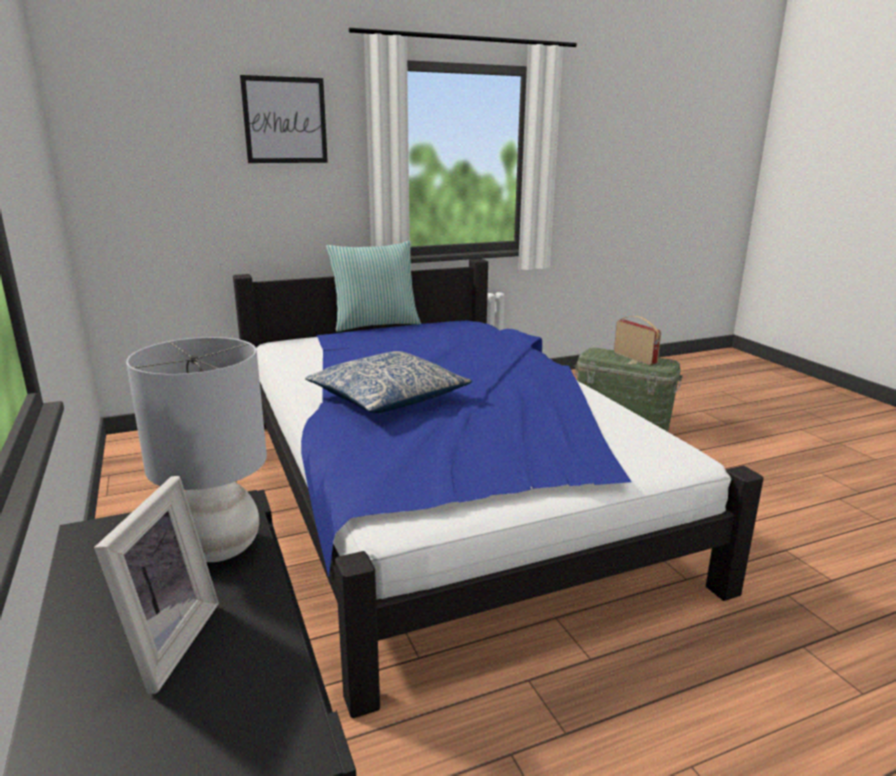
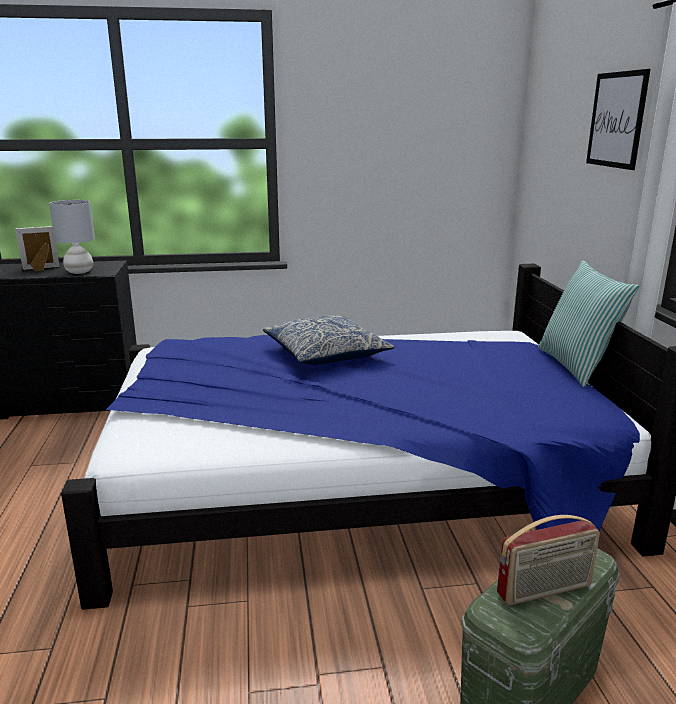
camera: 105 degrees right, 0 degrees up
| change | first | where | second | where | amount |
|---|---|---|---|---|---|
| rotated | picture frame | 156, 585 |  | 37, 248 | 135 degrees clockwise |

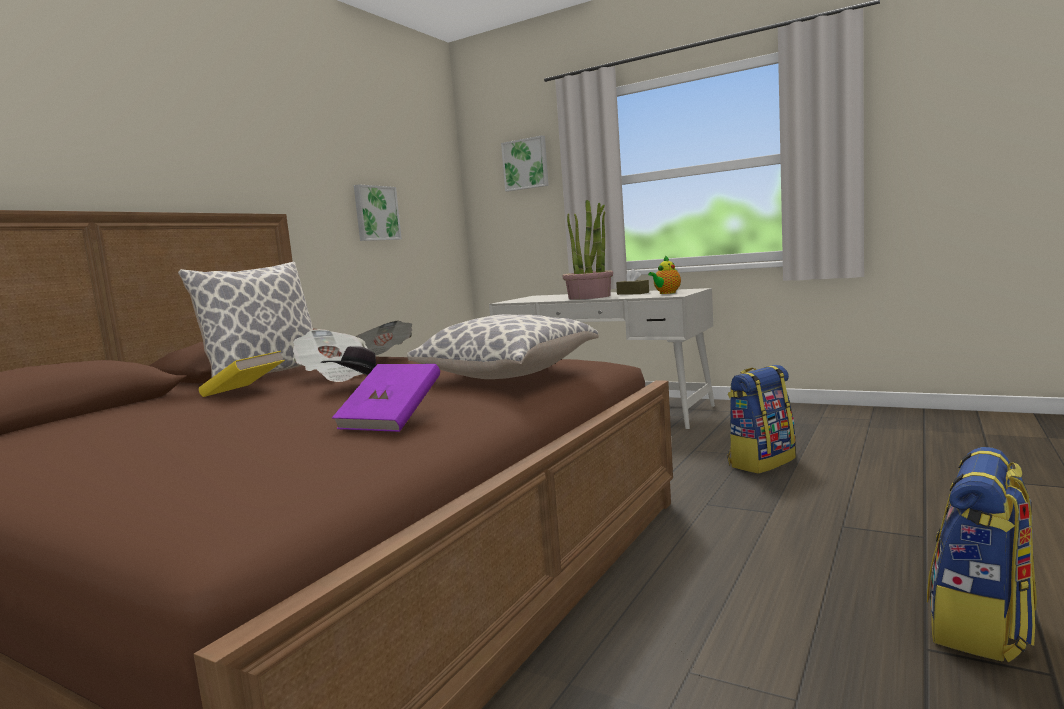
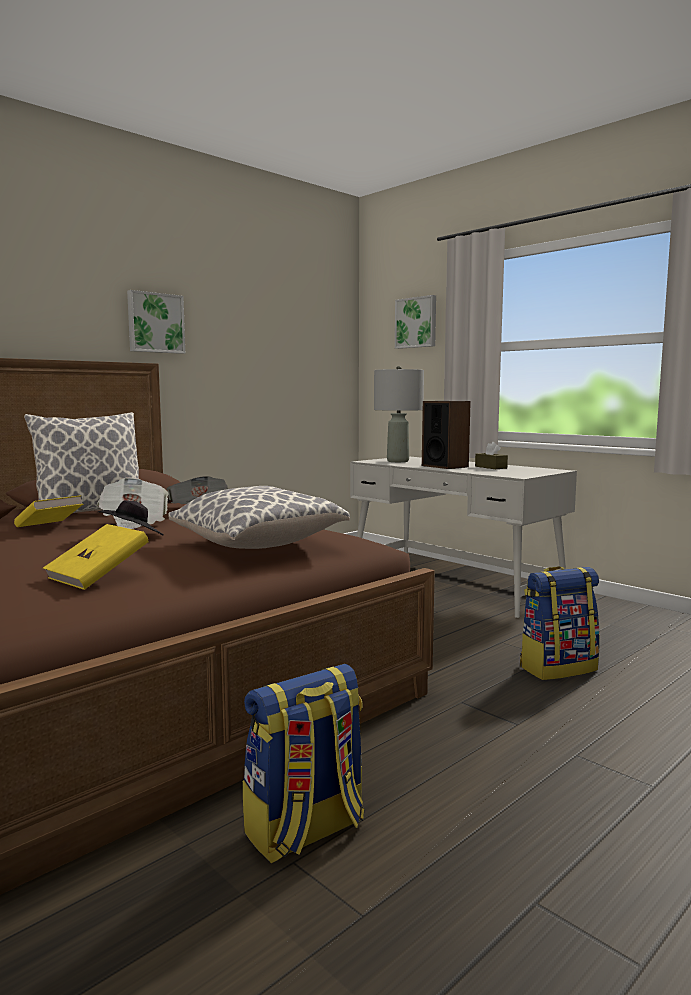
camera: 15 degrees right, 0 degrees up
| change | first | where | second | where | amount |
|---|---|---|---|---|---|
| repainted | book/purplish | 386, 398 | book/yellow-coloured | 95, 557 |  |
| shifted | picture | 378, 212 |  | 156, 322 |  |
| shifted | backpack | 982, 554 |  | 304, 763 |  |
| new |  |  | tabletop lamp/greyish | 399, 414 |  |
| swapped | potted plant | 588, 250 | loudspeaker | 446, 435 |  |
| gone | teapot | 664, 274 |  |  |  |

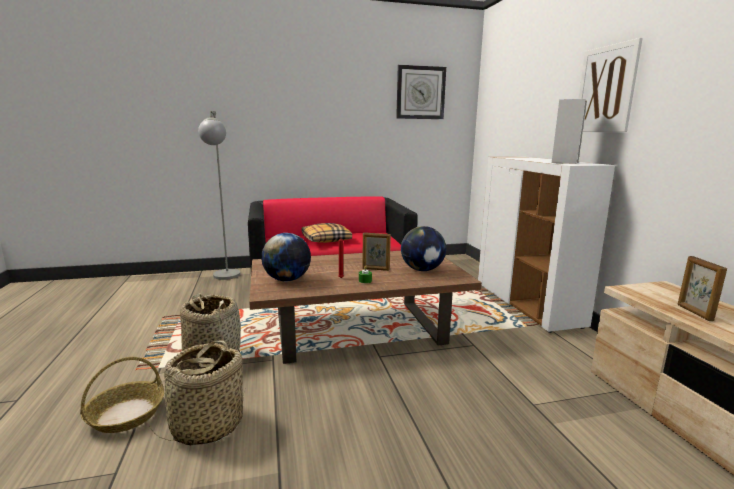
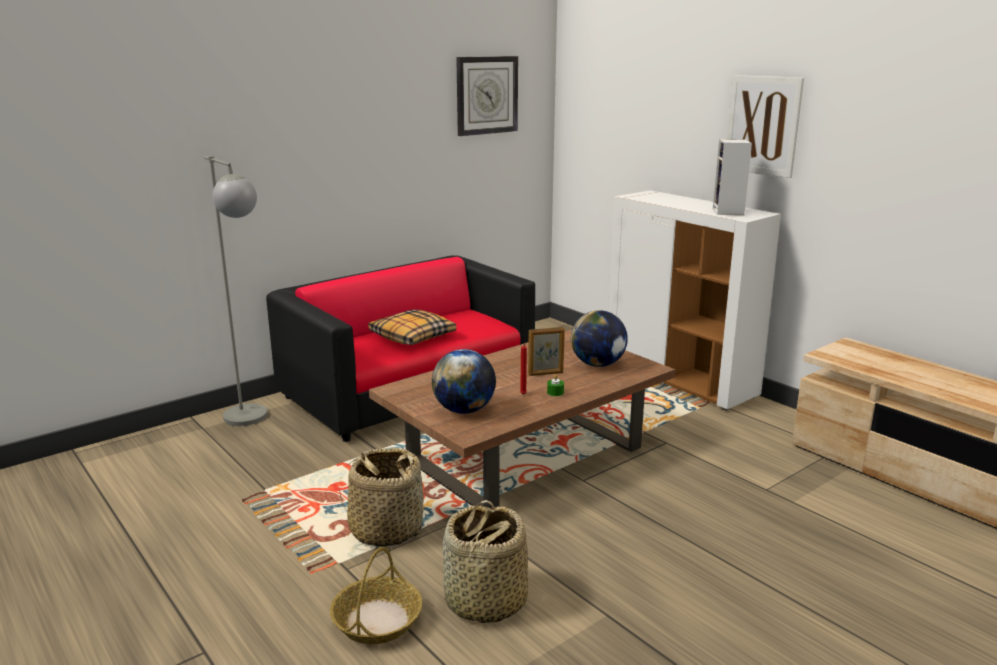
camera: 25 degrees left, 5 degrees up
| change | first | where | second | where | amount |
|---|---|---|---|---|---|
| gone | picture frame | 702, 288 |  |  |  |

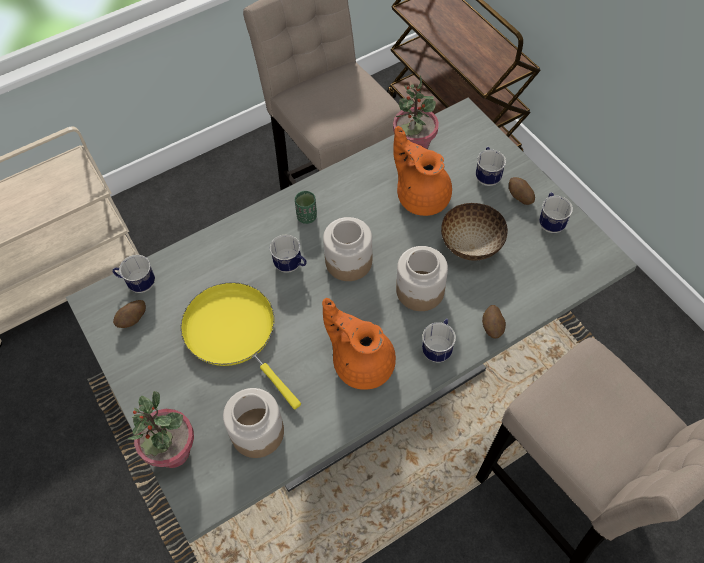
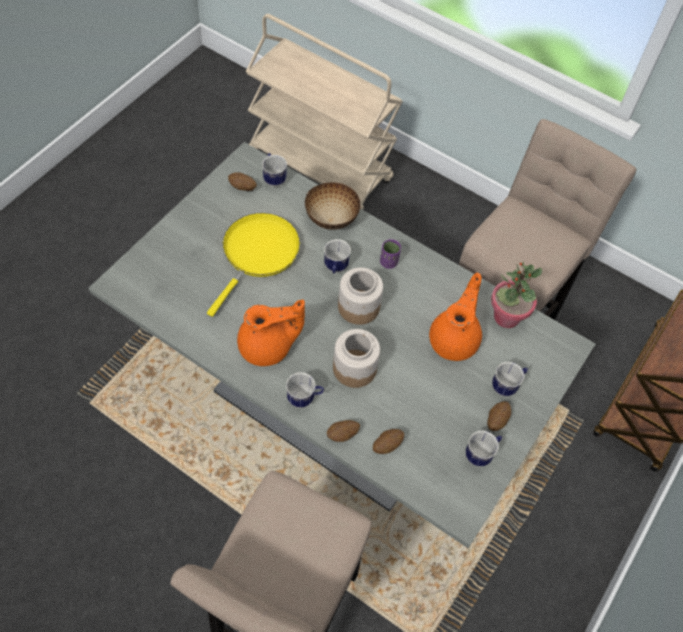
camera: 60 degrees right, 0 degrees up
| change | first | where | second | where | amount |
|---|---|---|---|---|---|
| rotated | teapot/orange | 359, 344 |  | 271, 333 | 60 degrees clockwise |
| shifted | serving bowl | 474, 232 |  | 333, 206 |  |
| new |  |  | whole potato | 388, 441 |  |
| repainted | small cup/green | 306, 207 | small cup/purplish | 390, 254 |  |
| gone | potted plant | 161, 429 |  |  |  |
| gone | preserve jar | 253, 423 |  |  |  |

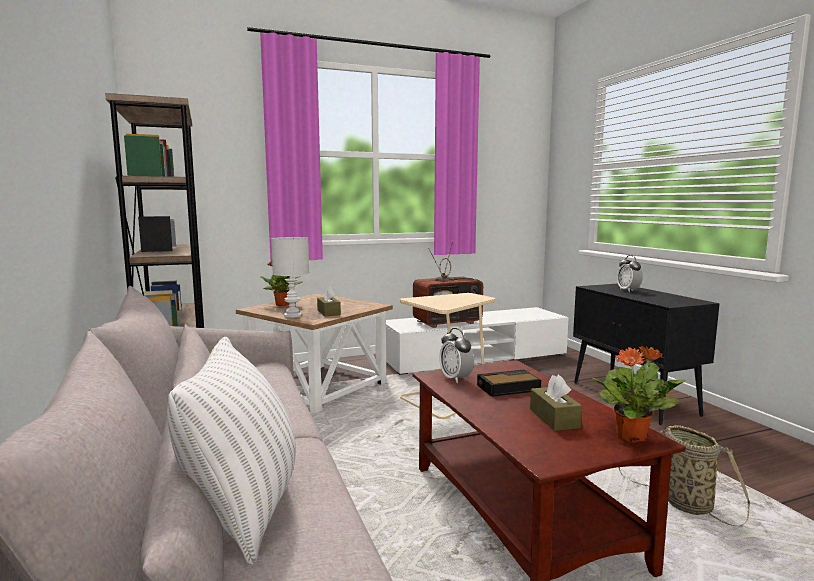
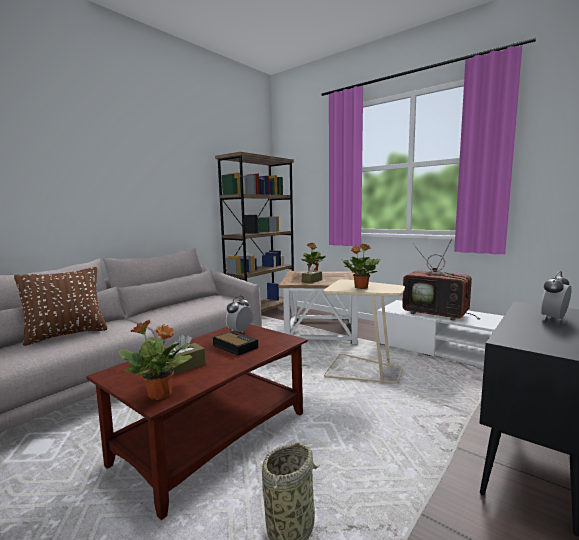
camera: 60 degrees right, 0 degrees up
| change | first | where | second | where | amount |
|---|---|---|---|---|---|
| repainted | cushion/white-coloured | 231, 451 | cushion/brown-coloured | 60, 306 |  |
| new |  |  | potted plant | 361, 266 |  |
| gone | tabletop lamp/white-coloured | 290, 277 |  |  |  |

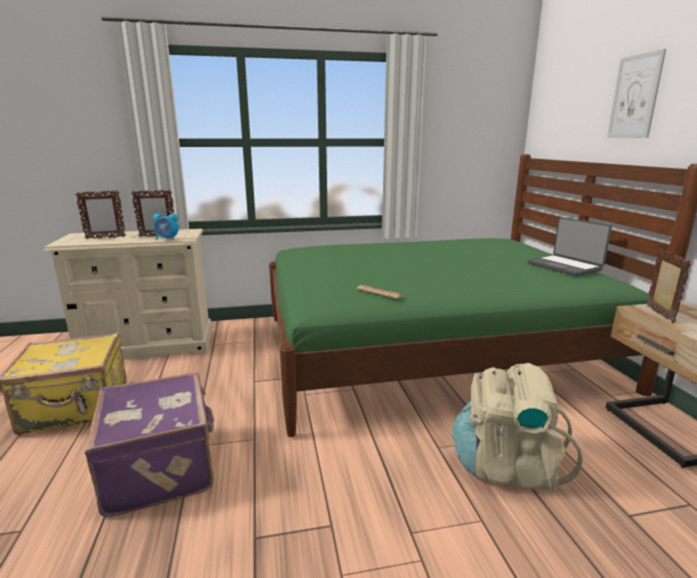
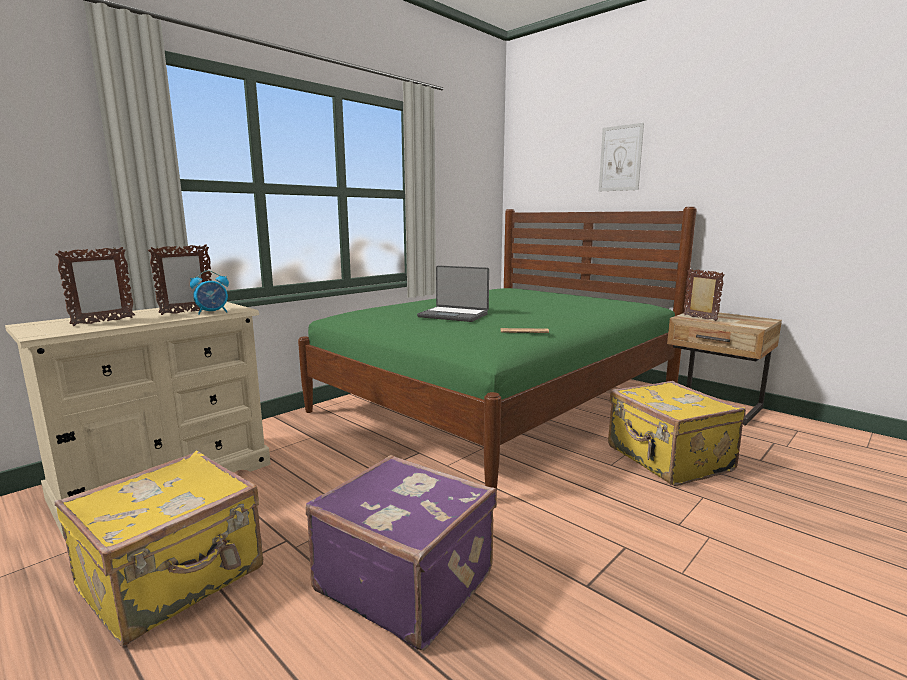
camera: 35 degrees left, 5 degrees down
| change | first | where | second | where | amount |
|---|---|---|---|---|---|
| shifted | laptop | 570, 247 |  | 453, 293 |  |
| swapped | backpack/beige-coloured | 517, 427 | suitcase/yellow-coloured | 677, 433 |  |

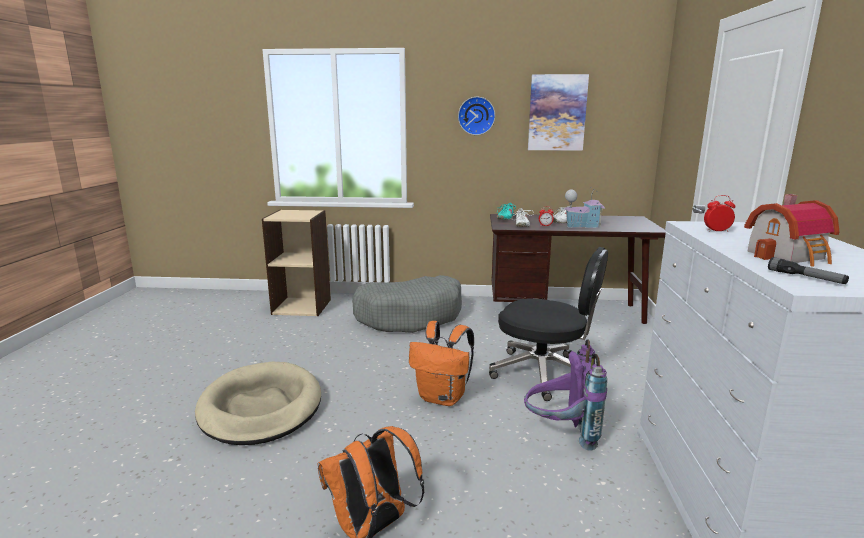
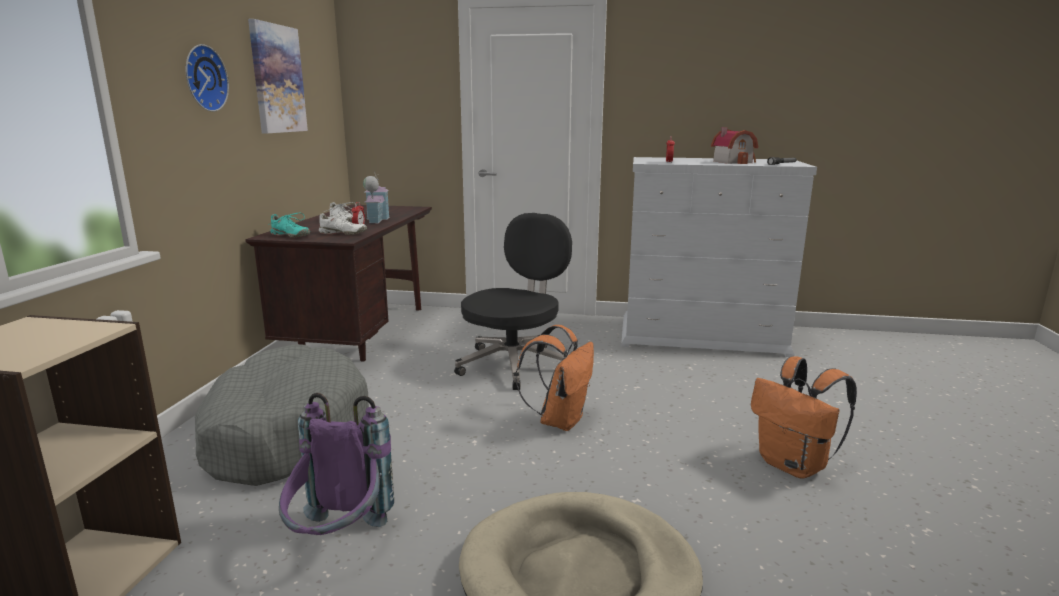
camera: 85 degrees left, 0 degrees up
| change | first | where | second | where | amount |
|---|---|---|---|---|---|
| shifted | backpack/purplish | 565, 395 |  | 336, 464 |  |

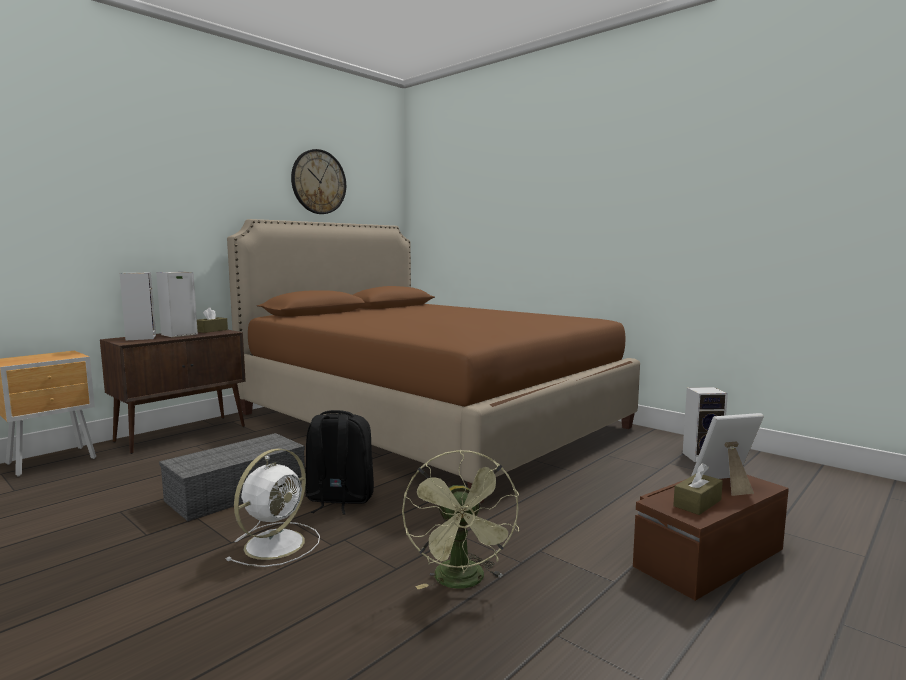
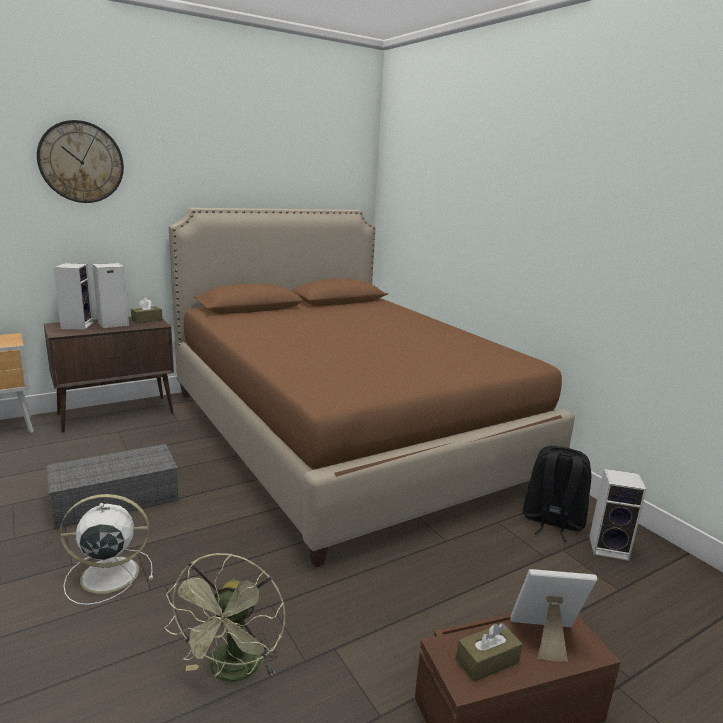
camera: 15 degrees right, 10 degrees up
| change | first | where | second | where | amount |
|---|---|---|---|---|---|
| shifted | clock on the wall | 318, 181 |  | 80, 161 |  |
| rotated | fan/white-coloured | 272, 507 |  | 106, 549 | 150 degrees counterclockwise |
| shifted | backpack/blackish | 339, 462 |  | 557, 494 |  |

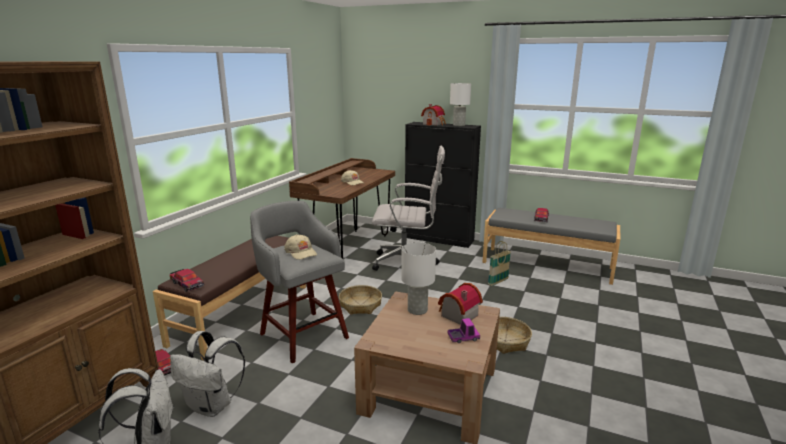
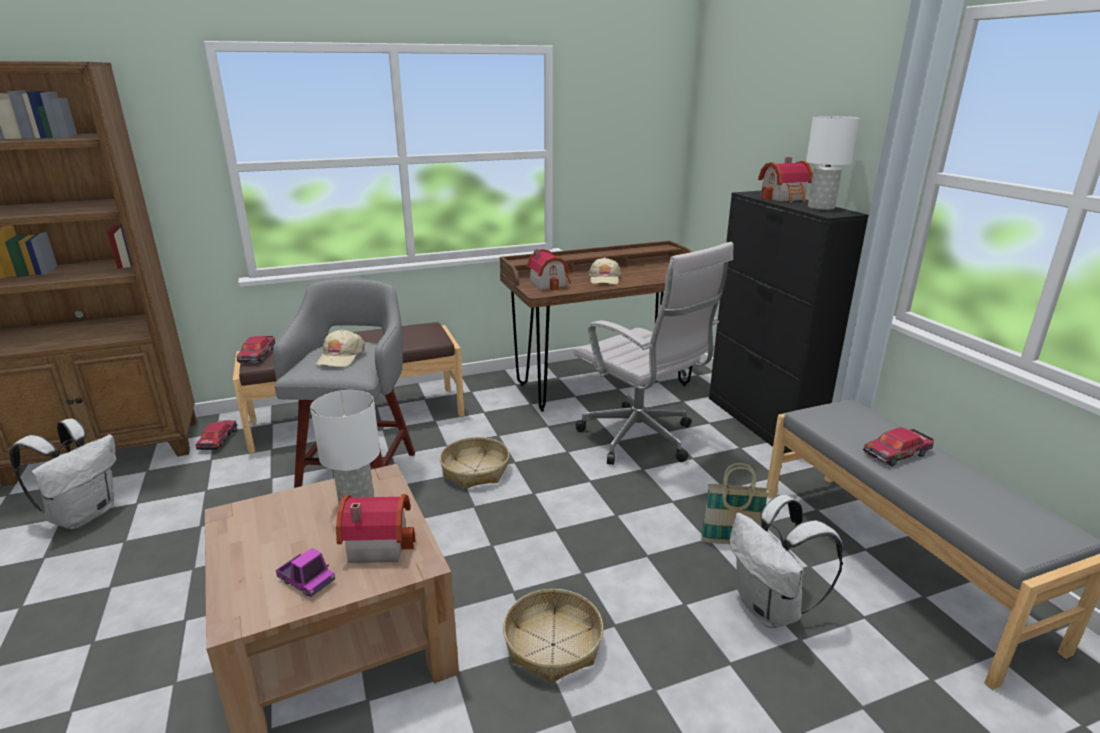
camera: 45 degrees right, 5 degrees up
| change | first | where | second | where | amount |
|---|---|---|---|---|---|
| new |  |  | toy house | 549, 270 |  |
| shifted | backpack/white-coloured | 207, 374 |  | 786, 561 |  |

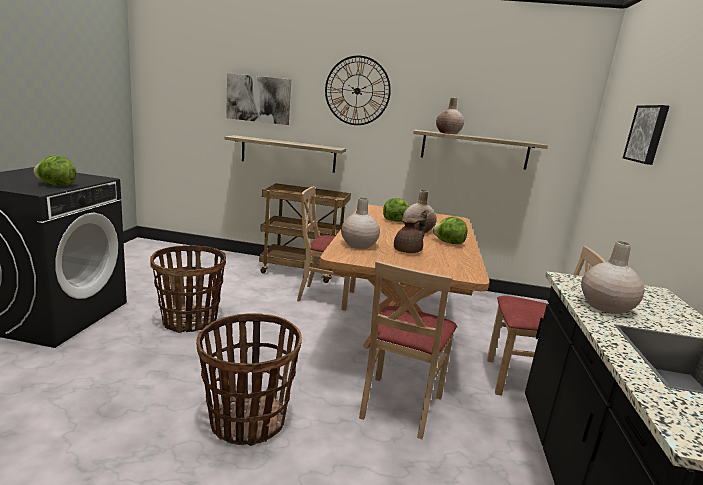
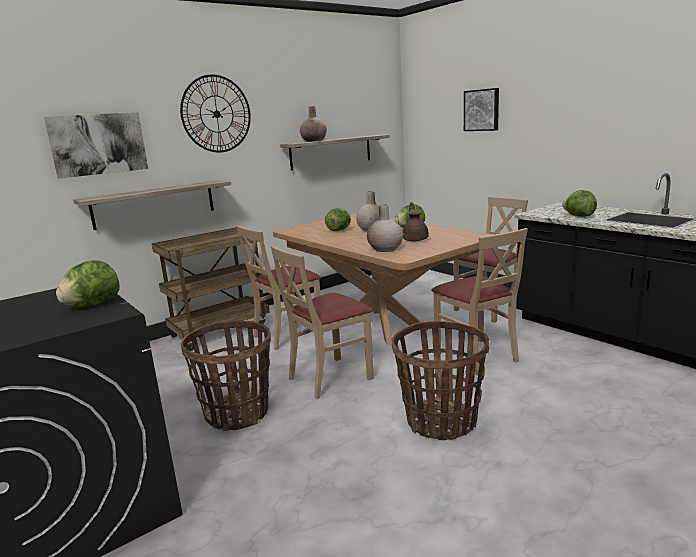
camera: 45 degrees left, 0 degrees up
| change | first | where | second | where | amount |
|---|---|---|---|---|---|
| new |  |  | chair/beige-coloured | 322, 322 |  |
| swapped | flower vase/beige-coloured | 612, 277 | head of lettuce | 579, 203 |  |

